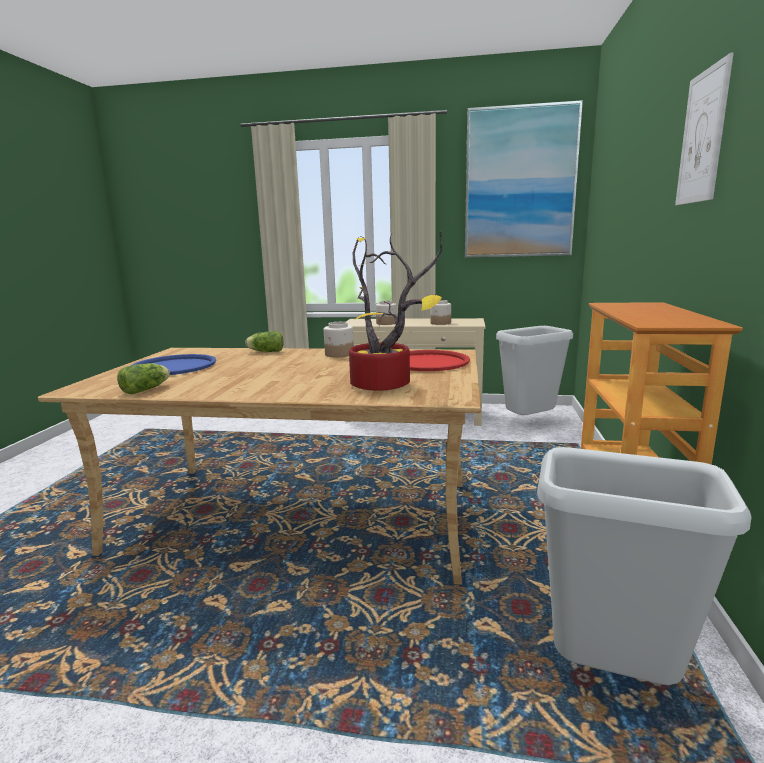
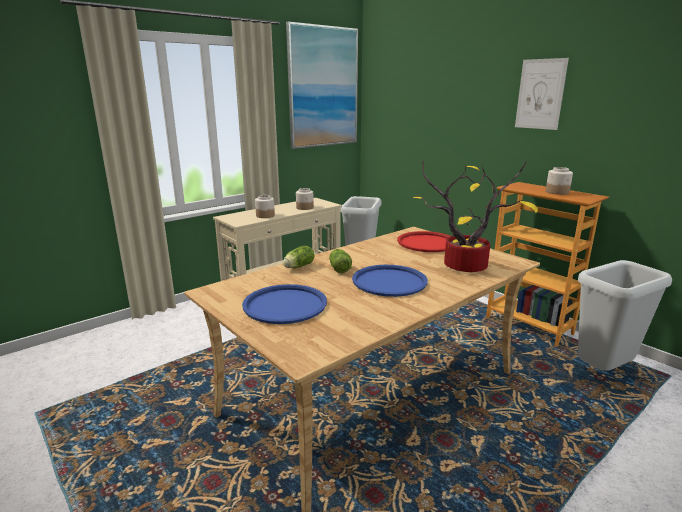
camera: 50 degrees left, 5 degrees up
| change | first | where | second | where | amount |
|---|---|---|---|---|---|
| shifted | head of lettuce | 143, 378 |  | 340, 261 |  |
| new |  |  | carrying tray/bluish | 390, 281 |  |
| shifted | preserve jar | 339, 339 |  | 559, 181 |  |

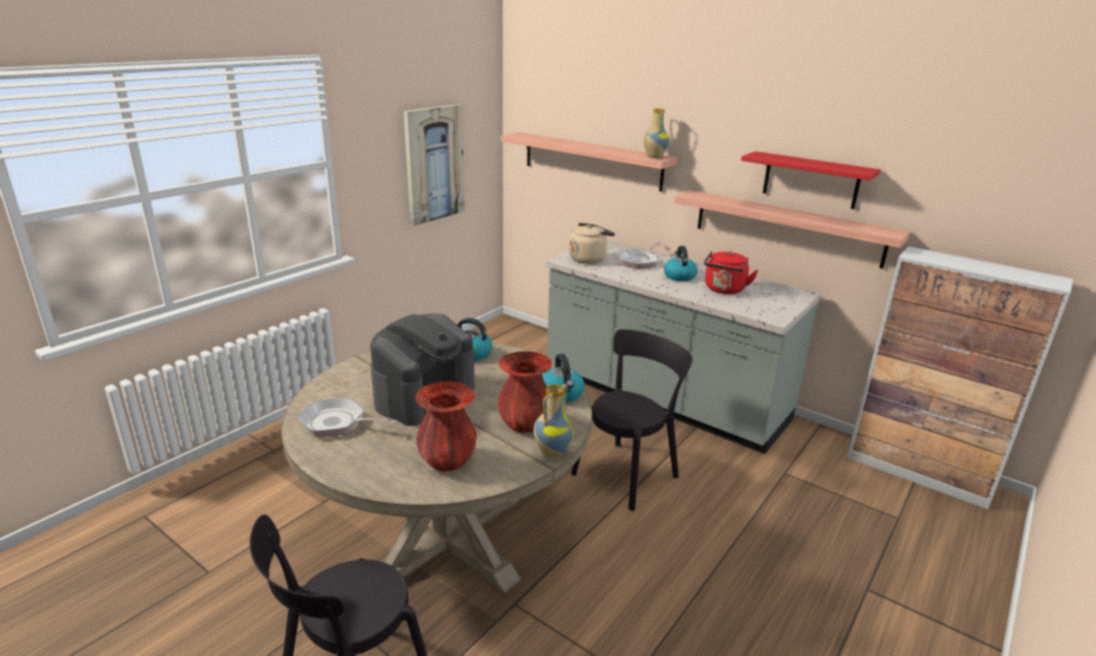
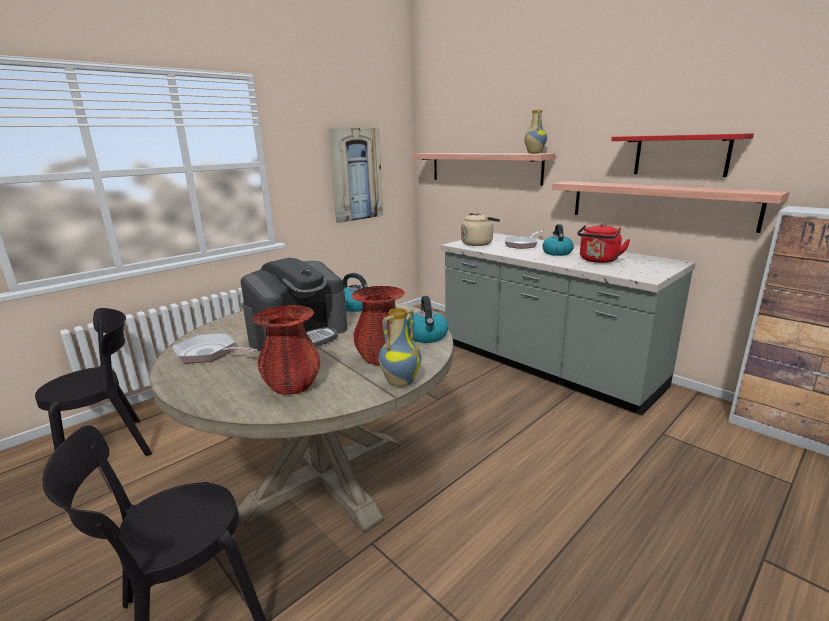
camera: 10 degrees right, 5 degrees down
| change | first | where | second | where | amount |
|---|---|---|---|---|---|
| shifted | chair/blackish | 632, 420 |  | 93, 382 |  |

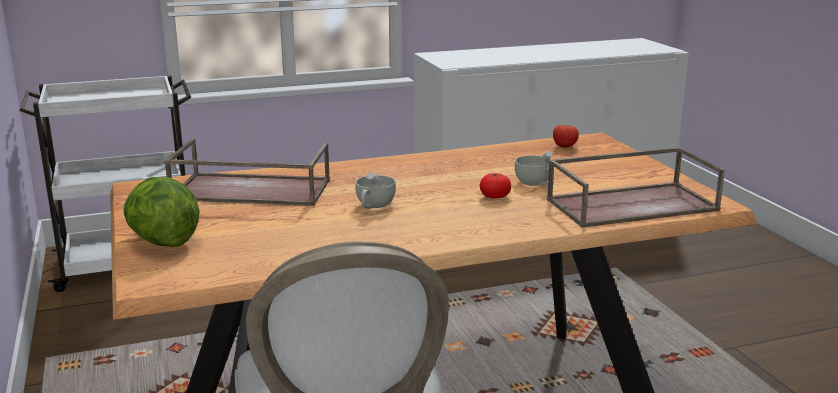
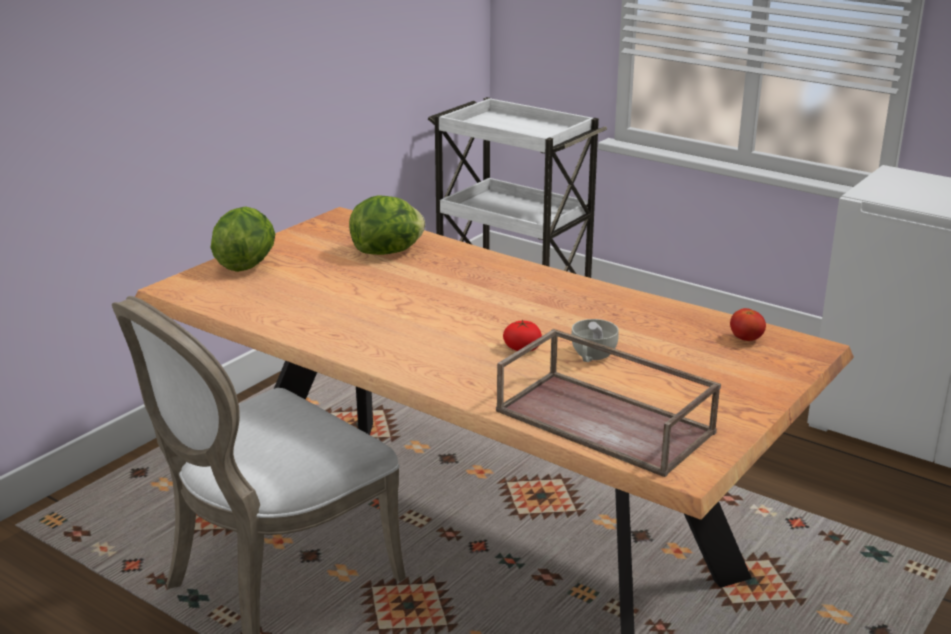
camera: 55 degrees right, 5 degrees up
| change | first | where | second | where | amount |
|---|---|---|---|---|---|
| swapped | carrying tray/brown-coloured | 247, 172 | head of lettuce | 387, 225 |  |
| gone | small cup/white-coloured | 376, 191 |  |  |  |

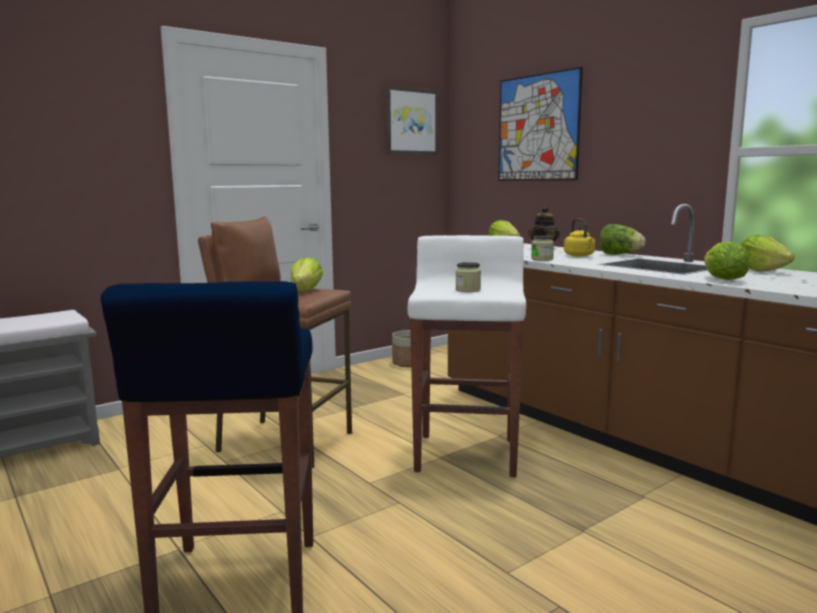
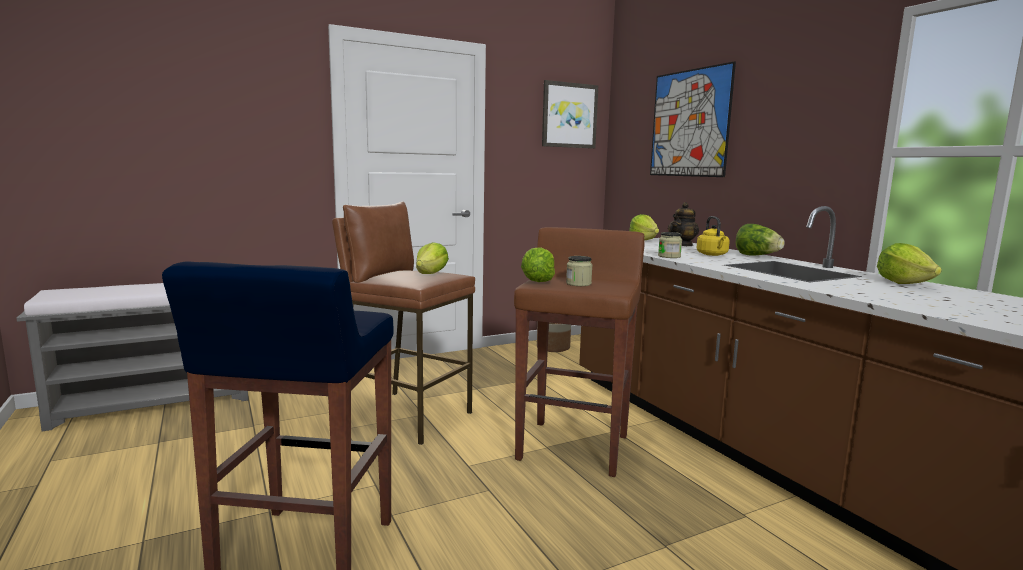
camera: 10 degrees right, 0 degrees up
| change | first | where | second | where | amount |
|---|---|---|---|---|---|
| repainted | stool/white-coloured | 466, 356 | stool/brown-coloured | 579, 352 |  |
| shifted | head of lettuce | 726, 260 |  | 538, 264 |  |

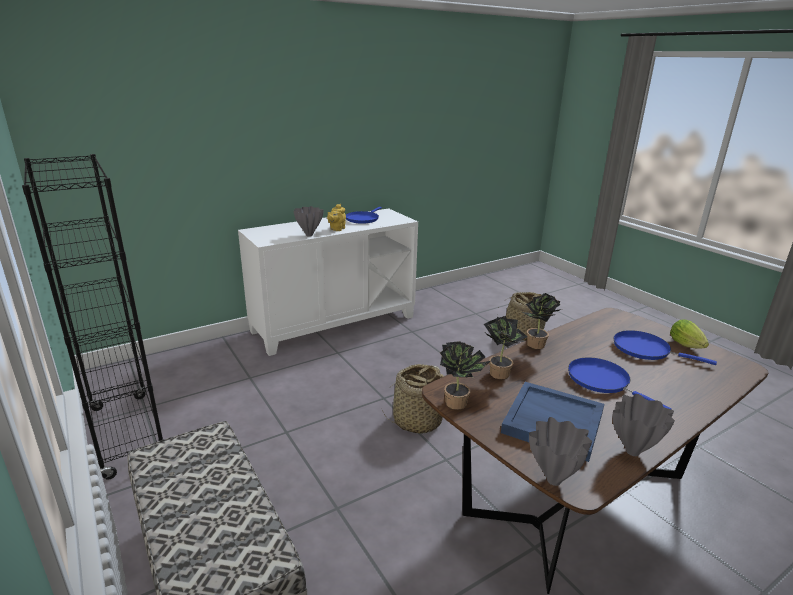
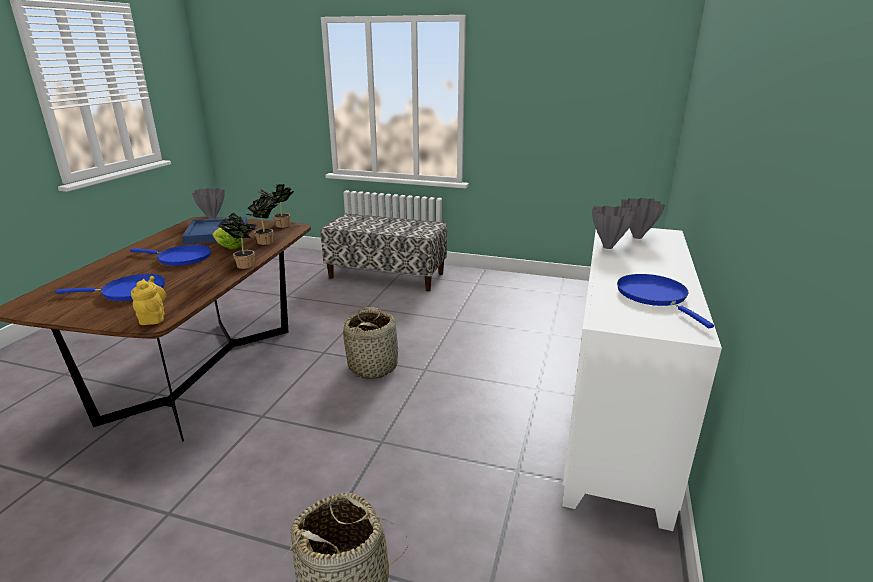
camera: 140 degrees right, 0 degrees up
| change | first | where | second | where | amount |
|---|---|---|---|---|---|
| shifted | teapot/yellow-coloured | 336, 217 |  | 148, 300 |  |
| shifted | head of lettuce | 689, 333 |  | 227, 238 |  |
| shifted | flower vase/greyish | 643, 425 |  | 643, 218 |  |
| gone | bookcase/blackish | 92, 317 |  |  |  |

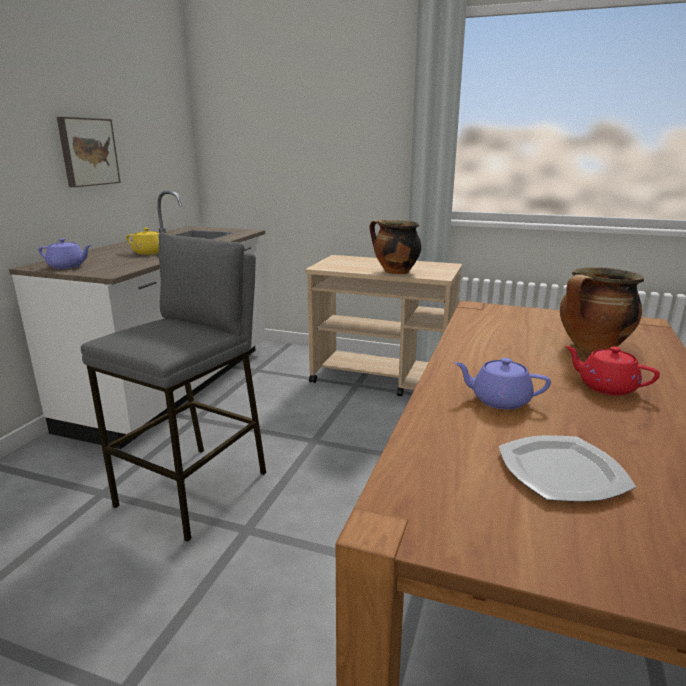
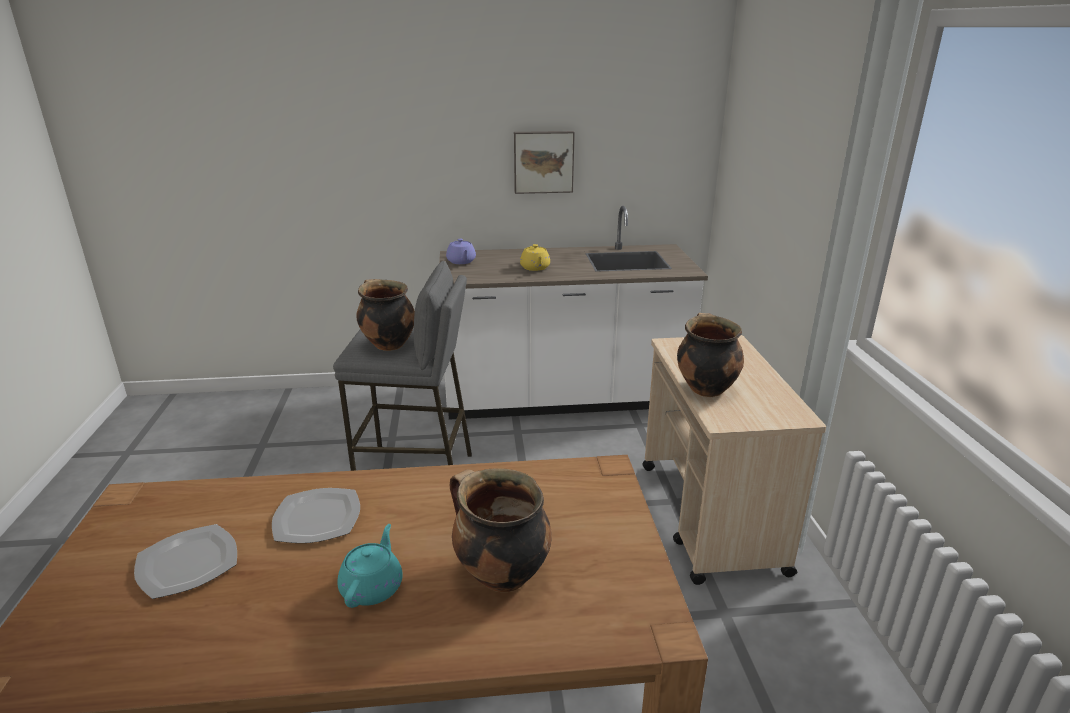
camera: 65 degrees right, 5 degrees up
| change | first | where | second | where | amount |
|---|---|---|---|---|---|
| swapped | teapot/purplish | 502, 384 | dinner plate | 316, 515 |  |
| repainted | teapot/reddish | 612, 371 | teapot/blue-green | 370, 566 |  |
| new |  |  | saucepot | 385, 315 |  |

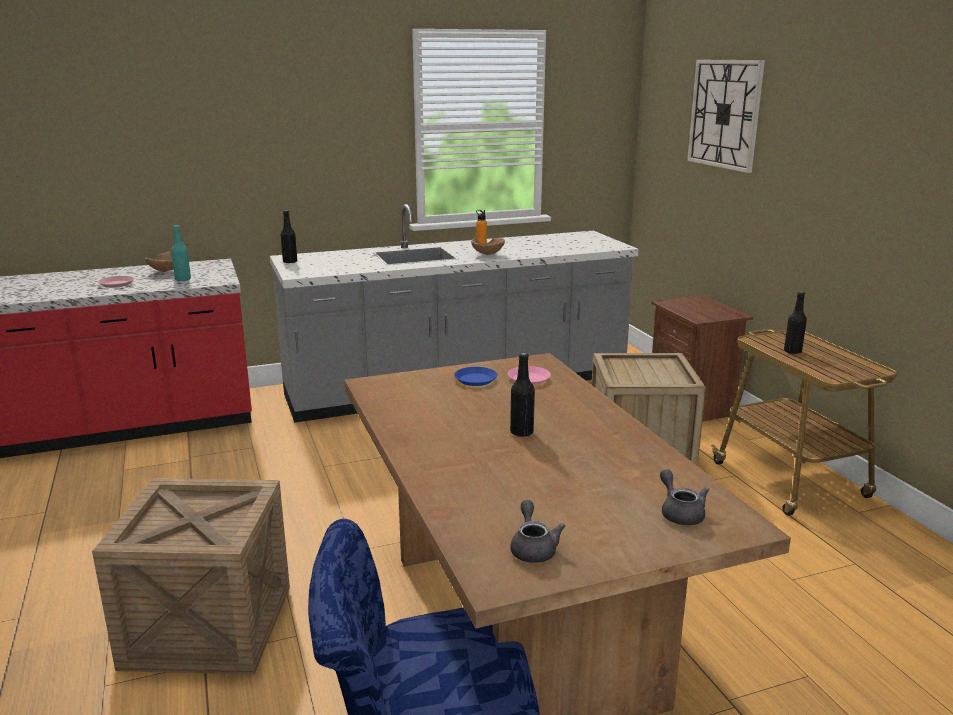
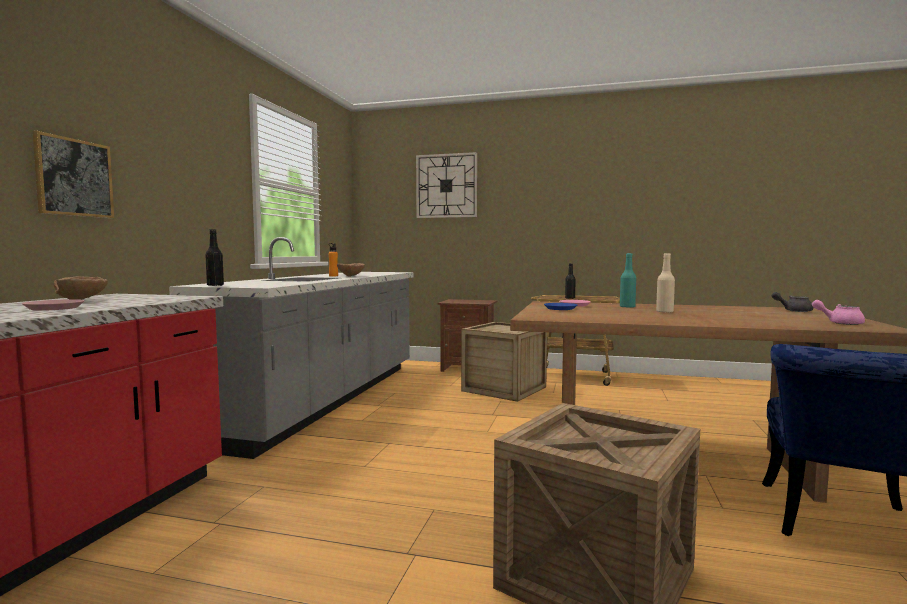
camera: 55 degrees left, 15 degrees down
| change | first | where | second | where | amount |
|---|---|---|---|---|---|
| new |  |  | picture | 73, 174 |  |
| shifted | drink bottle/blue-green | 181, 253 |  | 628, 280 |  |
| repainted | drink bottle/blackish | 522, 394 | drink bottle/beige-coloured | 665, 283 |  |
| repainted | teapot/greyish | 537, 531 | teapot/pink-coloured | 838, 312 |  |

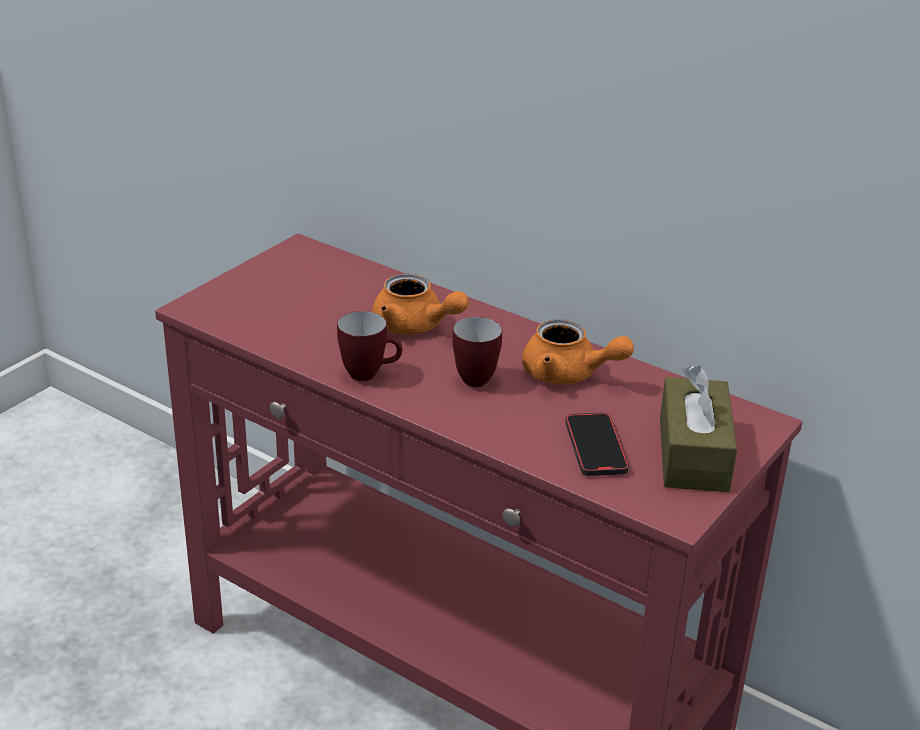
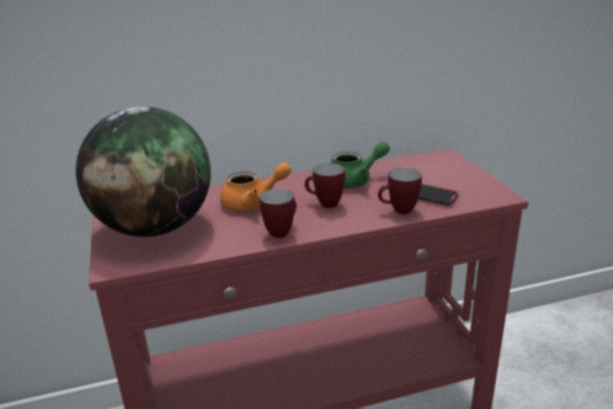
camera: 50 degrees left, 5 degrees down
| change | first | where | second | where | amount |
|---|---|---|---|---|---|
| new |  |  | desk globe | 143, 171 |  |
| repainted | teapot/orange | 578, 351 | teapot/green | 360, 164 |  |
| new |  |  | tea mug | 400, 191 |  |
| gone | tissue box/brown-coloured | 698, 429 |  |  |  |

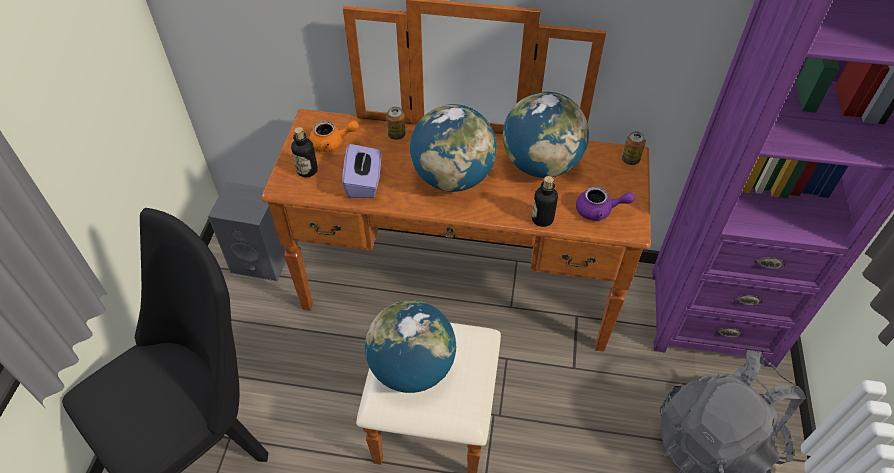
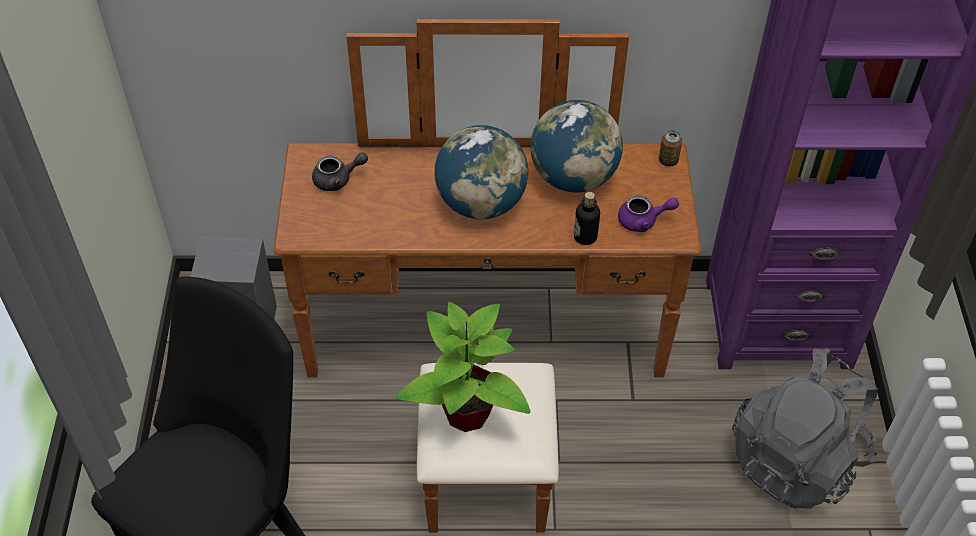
camera: 10 degrees left, 0 degrees up
| change | first | where | second | where | amount |
|---|---|---|---|---|---|
| repainted | teapot/orange | 334, 136 | teapot/greyish | 340, 171 |  |
| swapped | desk globe | 410, 346 | potted plant | 464, 367 |  |
| gone | drink bottle | 304, 152 |  |  |  |
| gone | tissue box/purplish | 361, 171 |  |  |  |
| gone | can | 395, 123 |  |  |  |

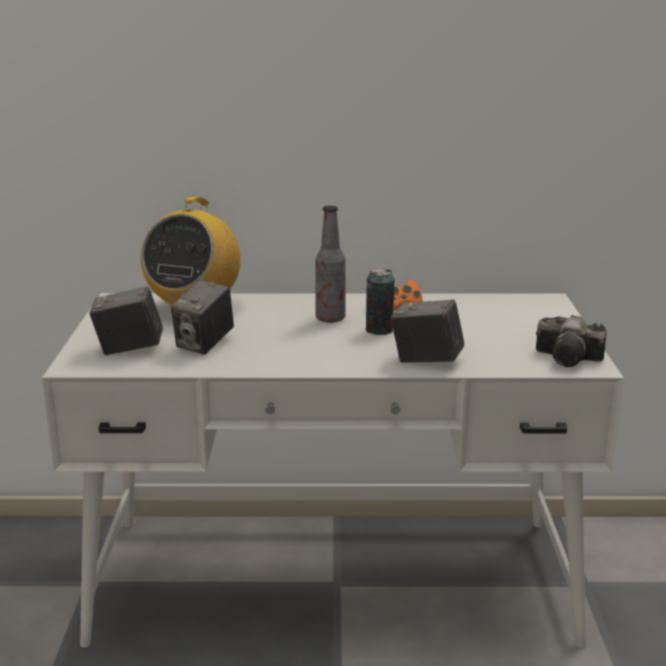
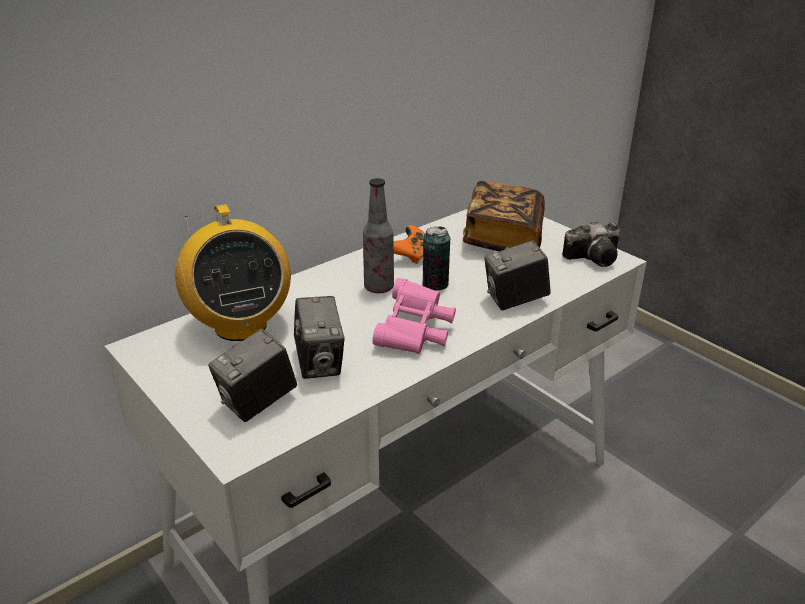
camera: 40 degrees left, 10 degrees up
| change | first | where | second | where | amount |
|---|---|---|---|---|---|
| new |  |  | binoculars/pink-coloured | 414, 316 |  |
| new |  |  | book | 504, 216 |  |

